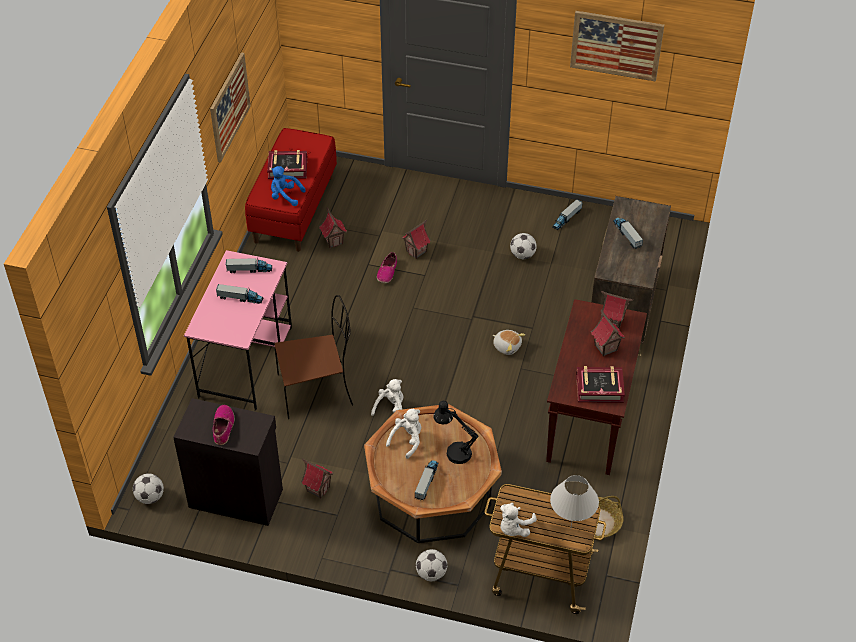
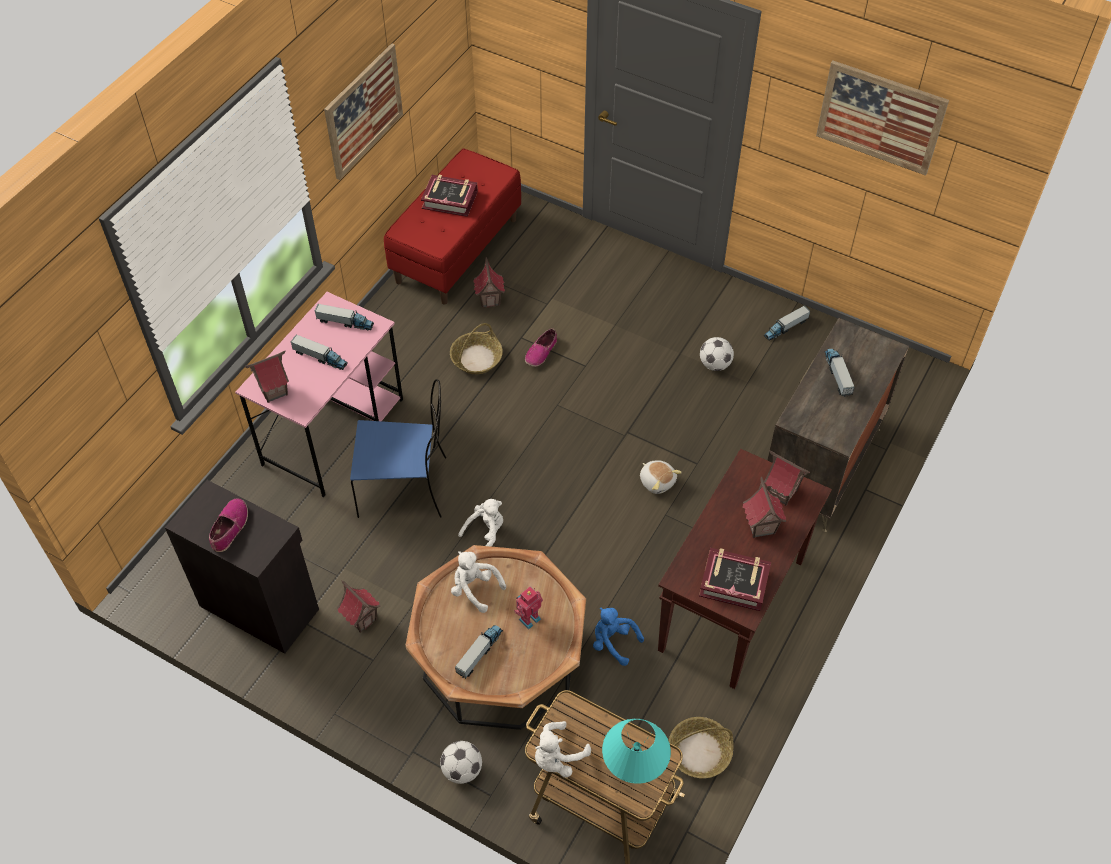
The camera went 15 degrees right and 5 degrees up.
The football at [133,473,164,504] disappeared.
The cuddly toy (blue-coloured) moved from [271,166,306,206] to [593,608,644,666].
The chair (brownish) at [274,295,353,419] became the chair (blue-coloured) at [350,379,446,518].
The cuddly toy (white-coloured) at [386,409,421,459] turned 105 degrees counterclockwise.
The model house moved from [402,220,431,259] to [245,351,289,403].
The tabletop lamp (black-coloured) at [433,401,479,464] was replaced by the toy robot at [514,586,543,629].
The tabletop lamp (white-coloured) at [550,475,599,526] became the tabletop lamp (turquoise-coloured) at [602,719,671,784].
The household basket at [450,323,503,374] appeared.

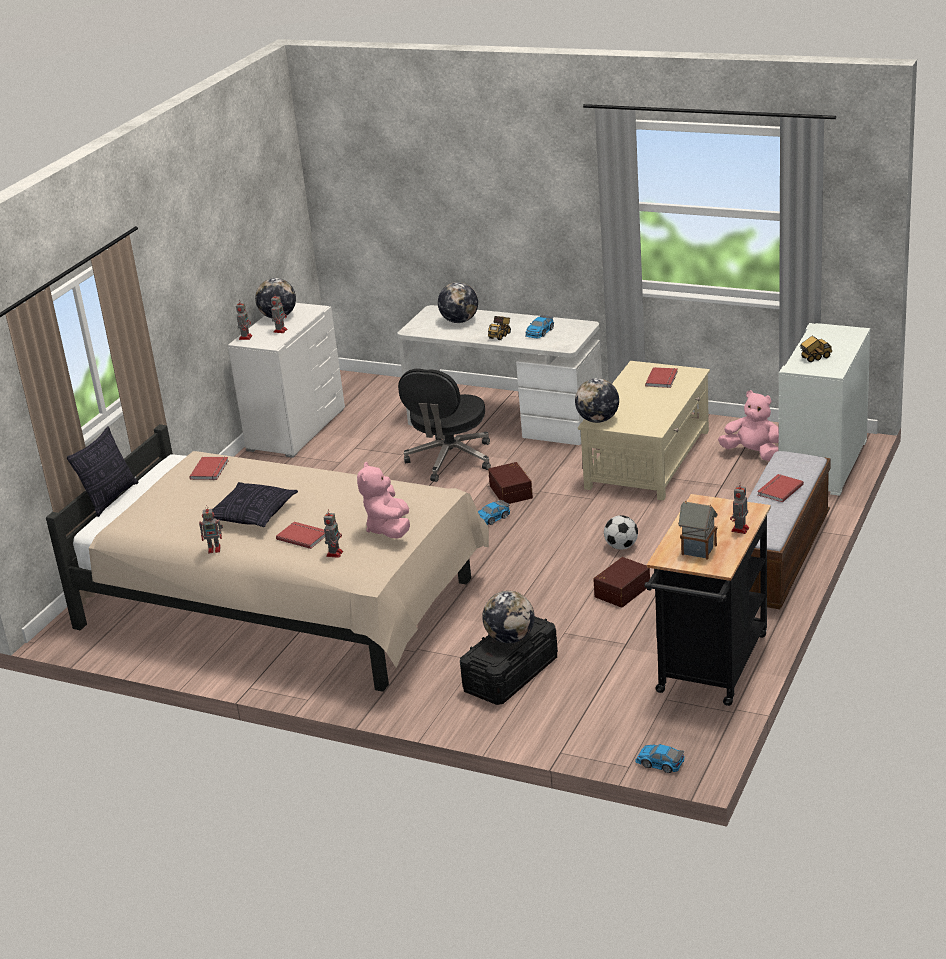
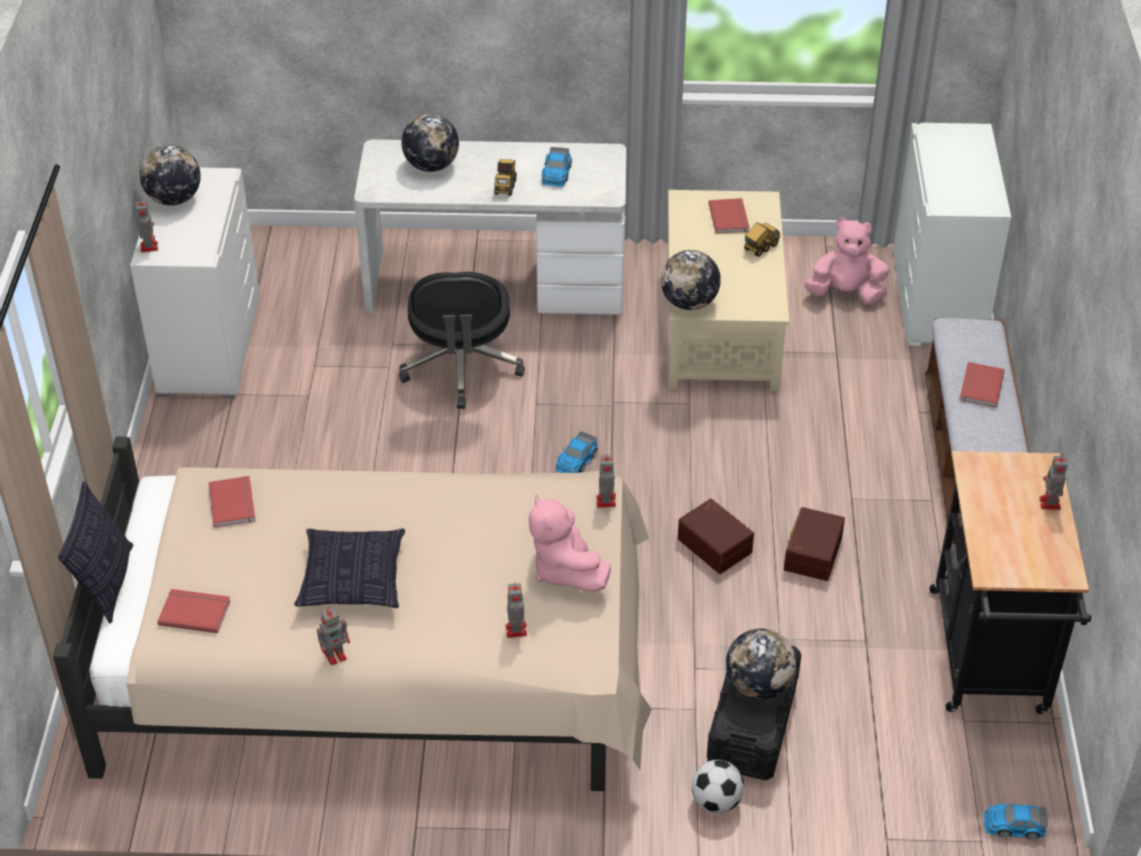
The camera went 25 degrees left and 15 degrees up.
The toy robot moved from [271,293,288,333] to [596,455,616,507].
The book (red) moved from [276,522,325,549] to [158,589,230,633].
The storage container (brownish) moved from [488,462,533,504] to [678,498,754,574].
The football moved from [604,515,638,550] to [692,760,744,813].
The model house at [678,500,718,560] disappeared.
The toy truck moved from [800,336,832,362] to [744,222,780,257].

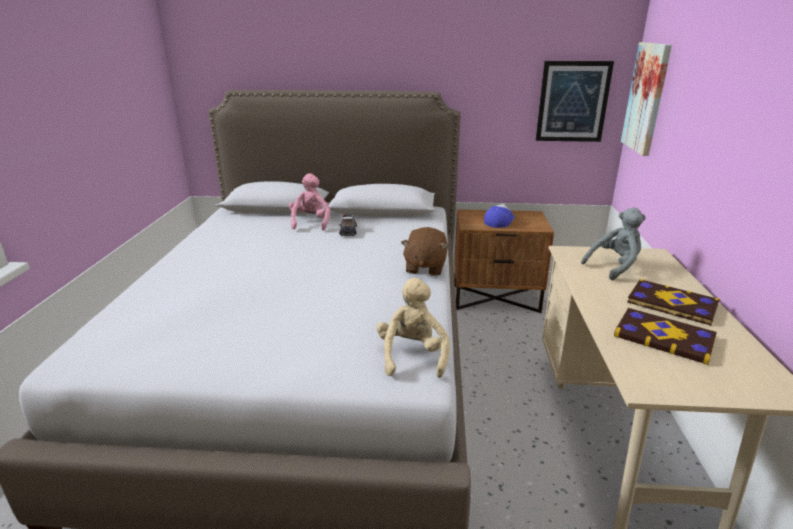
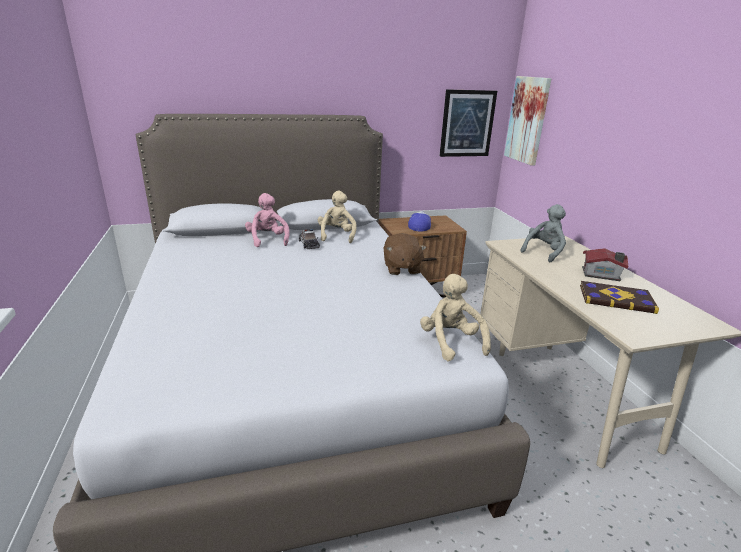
The camera went 20 degrees left and 0 degrees up.
The book at [627,279,720,326] was replaced by the model house at [582,248,628,281].
The cuddly toy (beige) at [318,191,357,243] appeared.

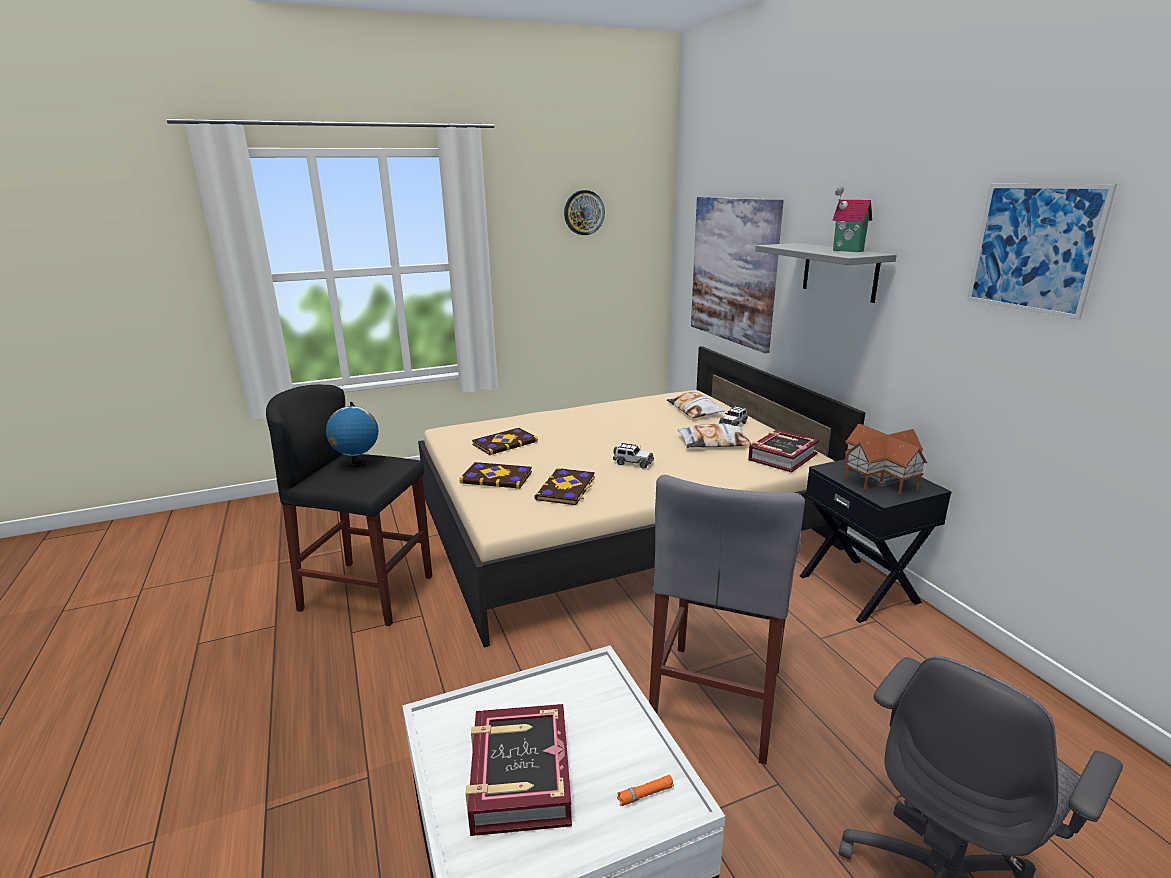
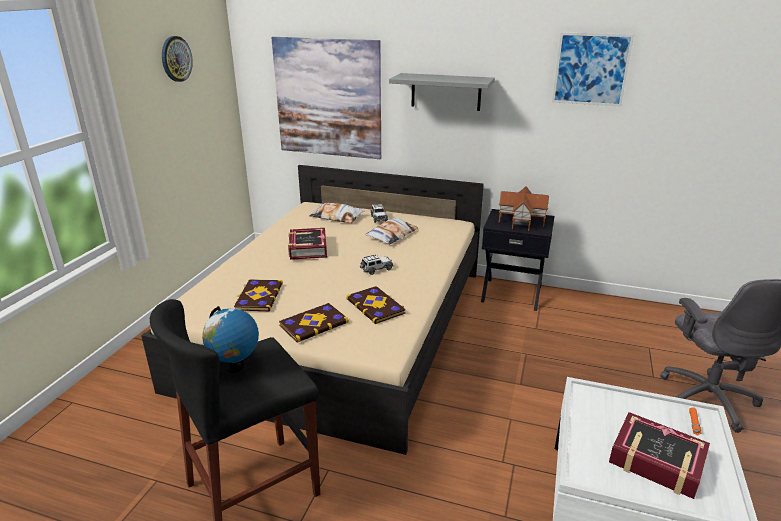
The camera went 50 degrees left and 5 degrees up.
The stool seat (grey) at [649,475,805,765] disappeared.
The book moved from [748,430,819,472] to [288,228,327,260].
The model house at [832,186,872,252] disappeared.

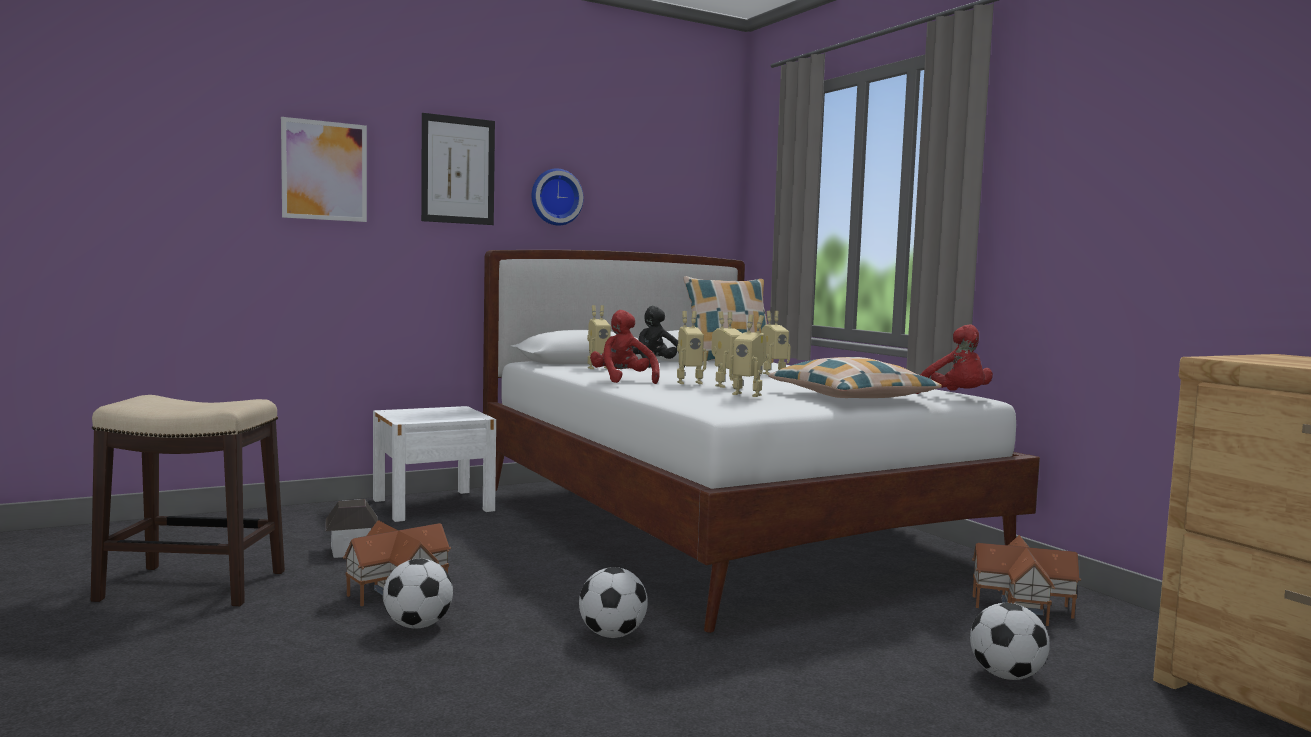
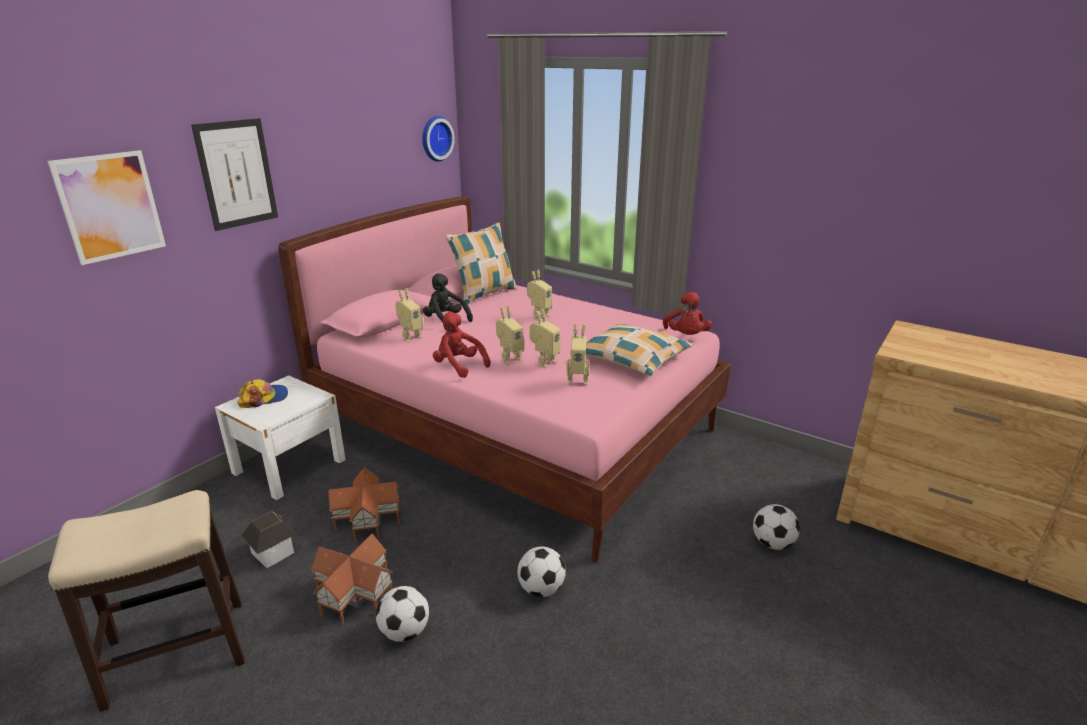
The camera went 25 degrees left and 20 degrees up.
The bedroom bed (white-coloured) at [483,250,1040,633] became the bedroom bed (pink-coloured) at [278,196,731,563].
The wall clock moved from [532,168,584,226] to [422,116,455,162].
The cuddly toy (red) at [916,324,993,394] turned 45 degrees clockwise.
The model house moved from [972,535,1081,626] to [328,467,400,542].
The baseball cap at [237,379,288,408] appeared.

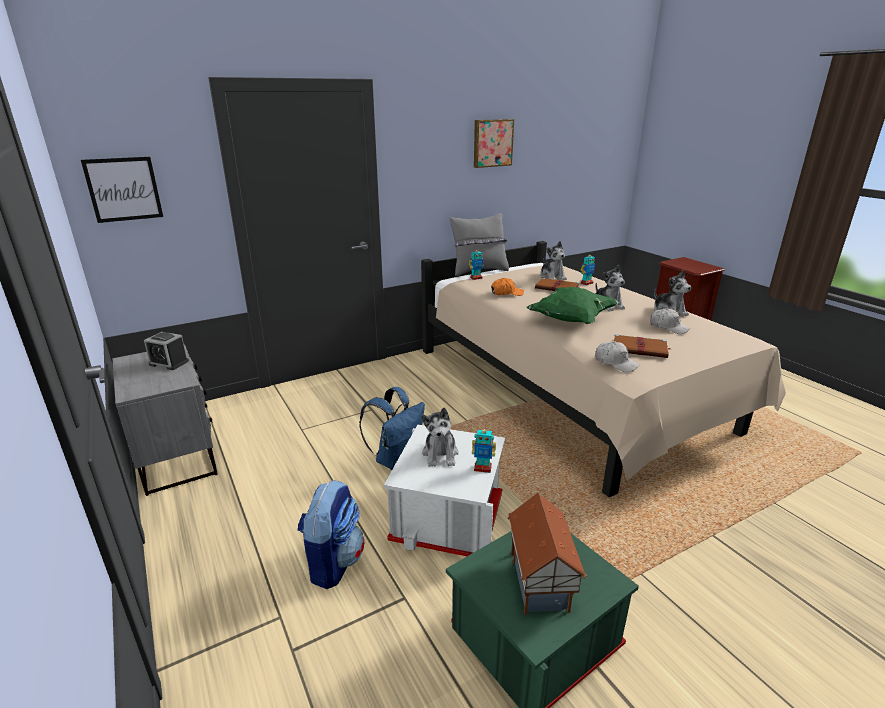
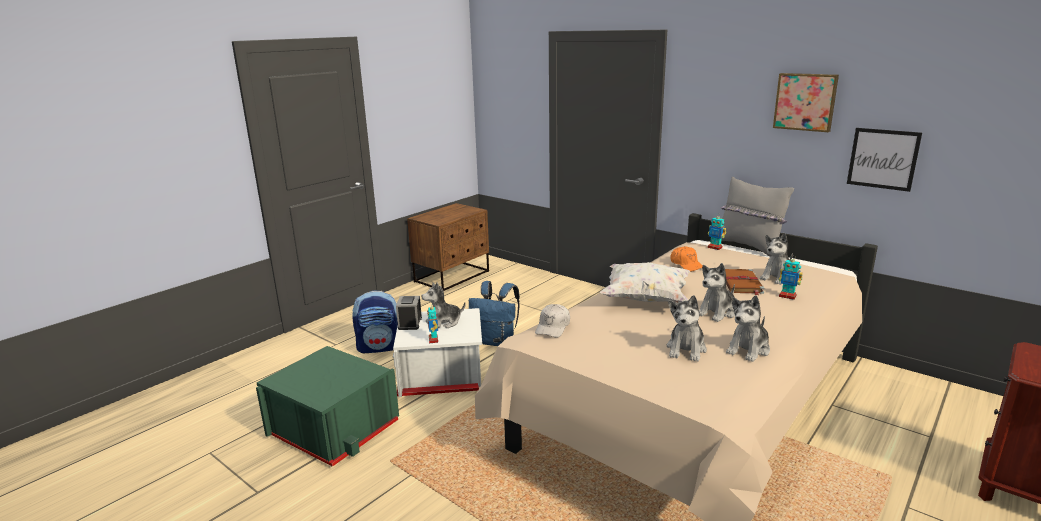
The camera went 70 degrees right and 5 degrees down.
The picture moved from [81,157,163,223] to [847,128,922,192].
The nightstand (grey) at [112,344,218,496] became the nightstand (brownish) at [407,203,489,291].
The bedside clock moved from [144,332,189,370] to [396,296,422,330].
The model house at [507,493,587,615] disappeared.
The throw pillow (greenish) at [526,287,619,324] became the throw pillow (white-coloured) at [600,262,690,303].
The book (brownish) at [614,334,671,358] disappeared.
The baseball cap (white-coloured) at [650,308,690,334] was replaced by the cuddly toy at [666,295,707,361].

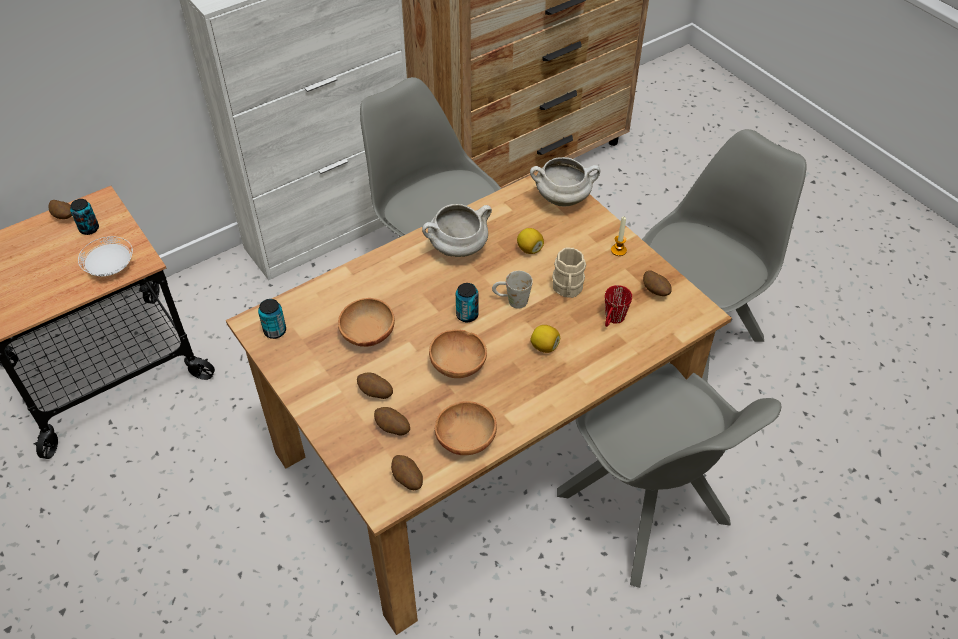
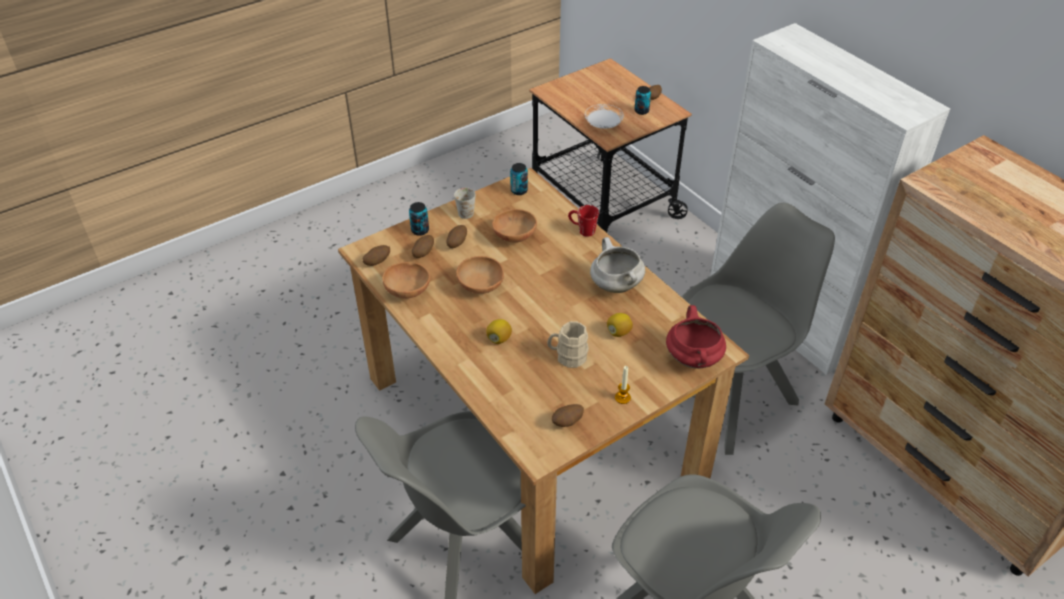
The camera went 90 degrees right and 5 degrees down.
The sealed can moved from [456,283,479,322] to [409,202,429,236].
The coffee mug (white-coloured) moved from [492,271,533,309] to [454,188,476,219].
The saucepot (white-coloured) at [530,157,600,206] became the saucepot (red) at [666,305,726,369].
The coffee mug (red) moved from [605,285,632,327] to [568,205,599,237].

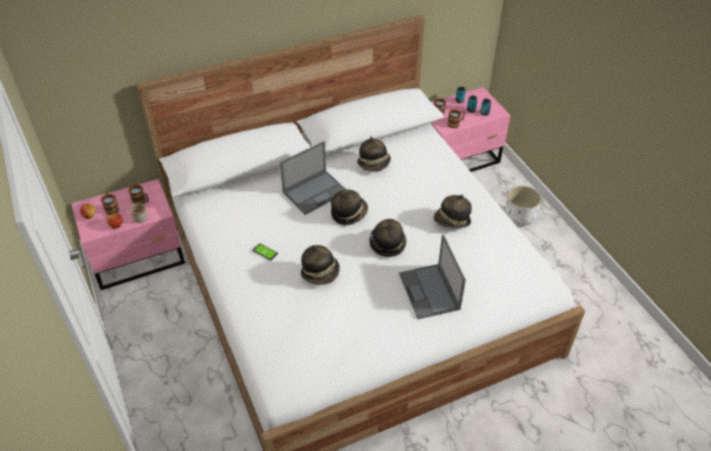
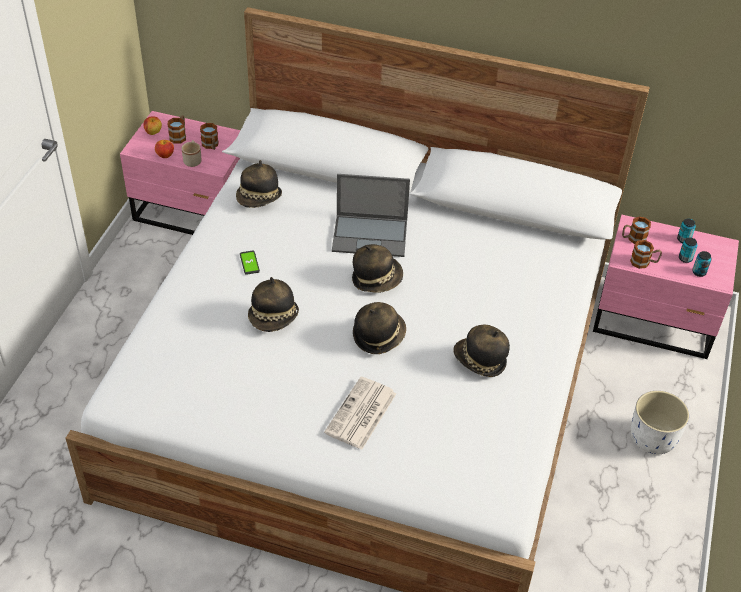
The camera went 40 degrees right and 0 degrees up.
The wearable hat moved from [357,137,391,172] to [236,160,282,208].
The portable computer at [399,234,466,319] was replaced by the daily paper at [324,377,396,450].

